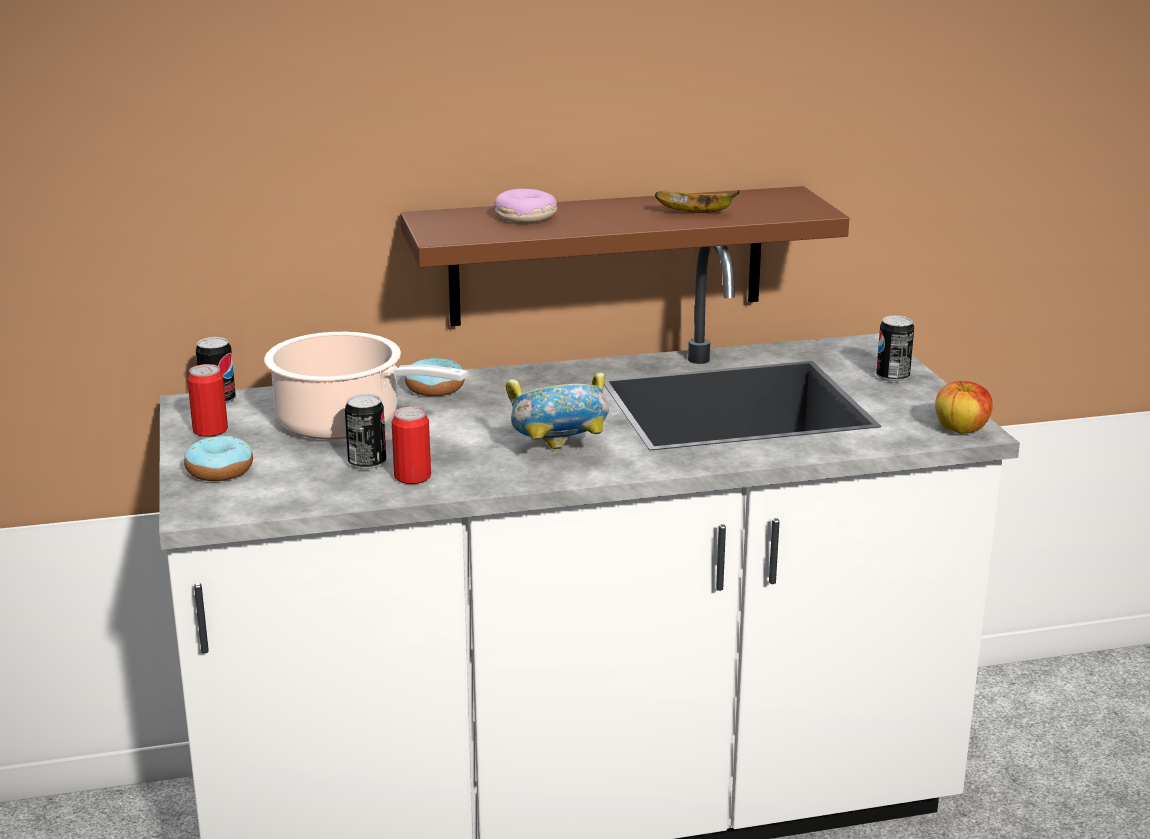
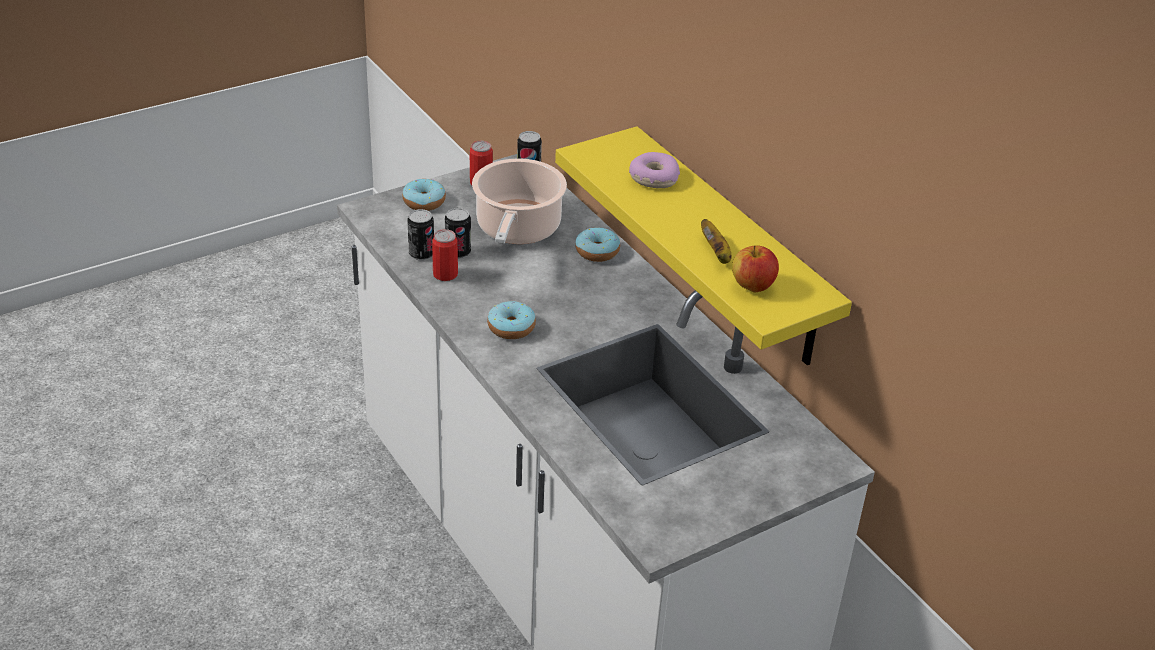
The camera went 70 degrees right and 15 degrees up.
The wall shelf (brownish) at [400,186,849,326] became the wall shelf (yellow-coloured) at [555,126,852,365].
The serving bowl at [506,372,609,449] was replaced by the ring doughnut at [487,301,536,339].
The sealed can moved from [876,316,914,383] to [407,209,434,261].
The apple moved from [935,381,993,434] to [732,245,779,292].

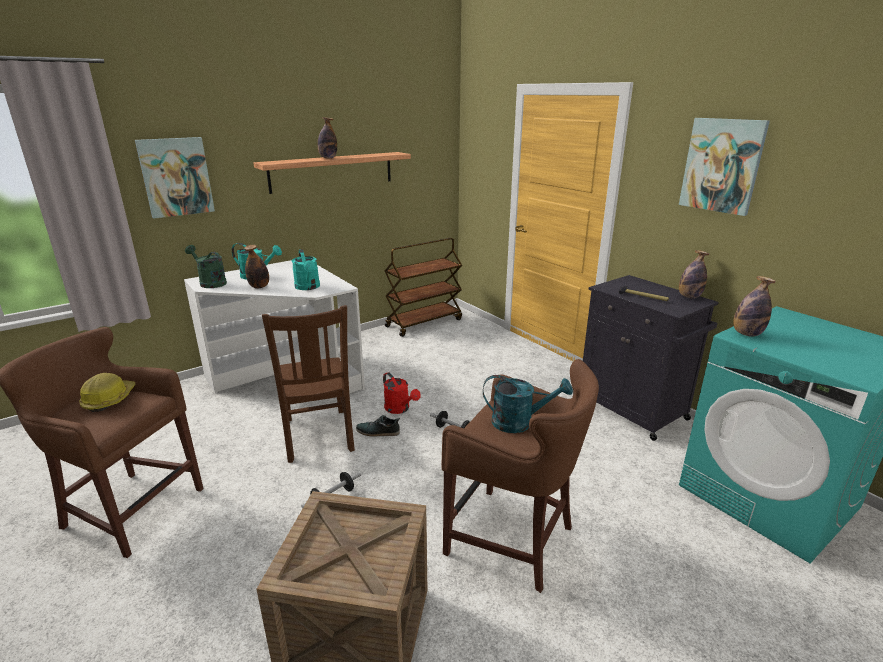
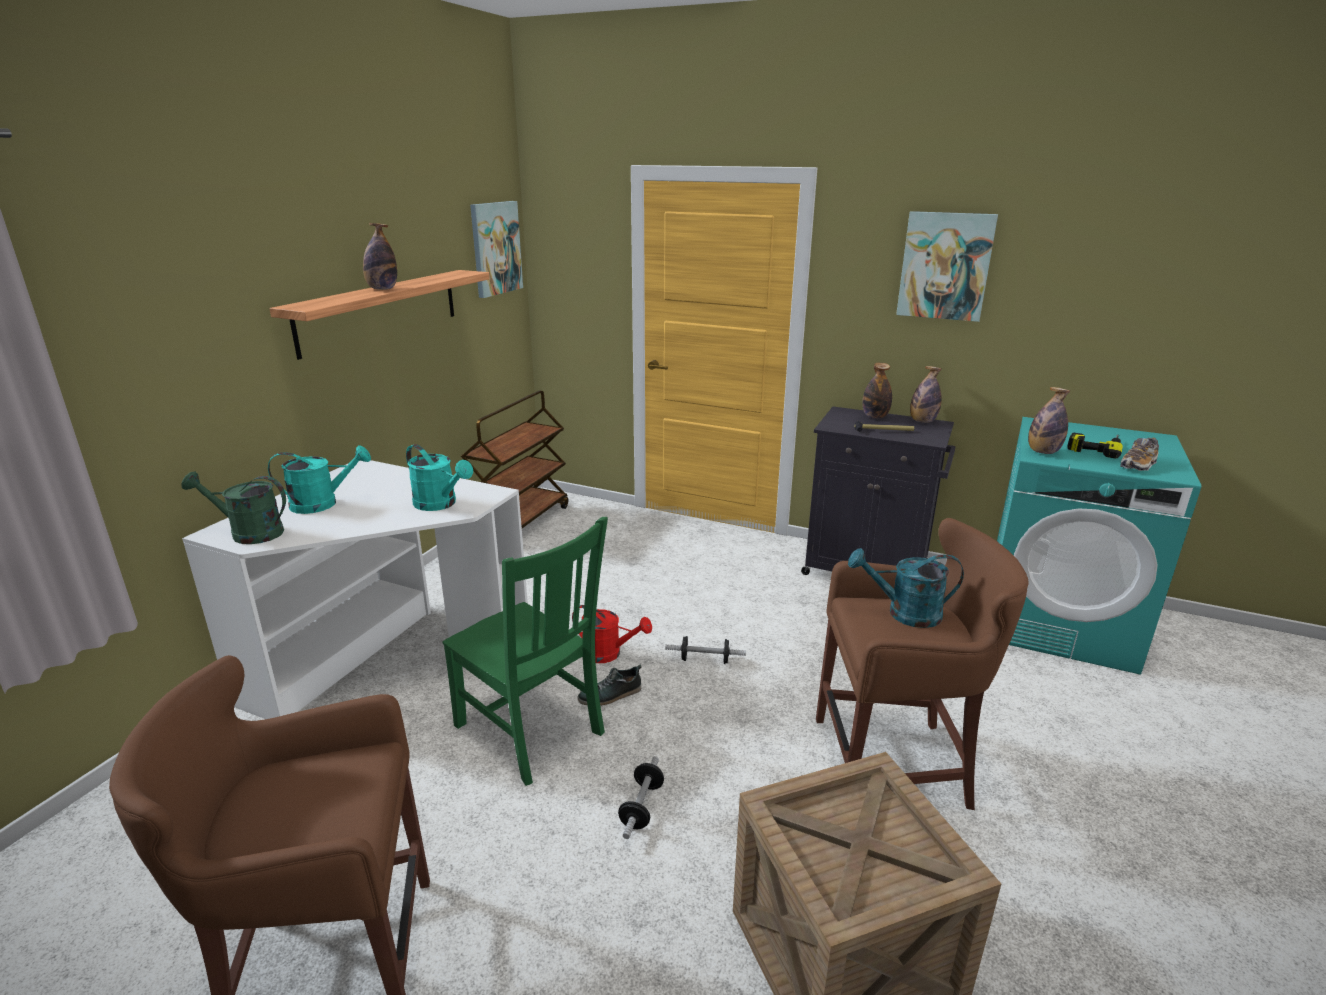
The camera went 30 degrees left and 0 degrees up.
The safety helmet at [79,373,136,412] disappeared.
The picture moved from [135,137,215,219] to [470,201,523,298].
The drink bottle moved from [244,245,269,289] to [863,363,892,419].
The chair (brownish) at [262,305,355,463] became the chair (greenish) at [442,517,608,786].
The watering can (turquoise-coloured) at [483,375,573,433] turned 150 degrees counterclockwise.
The power drill at [1067,433,1123,459] appeared.
The shoe at [1120,438,1159,471] appeared.

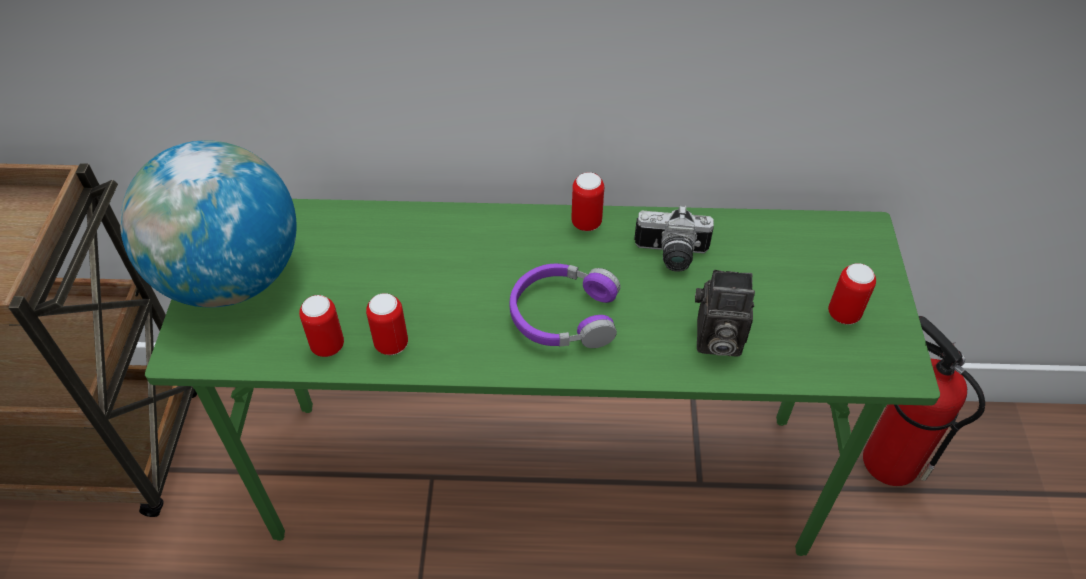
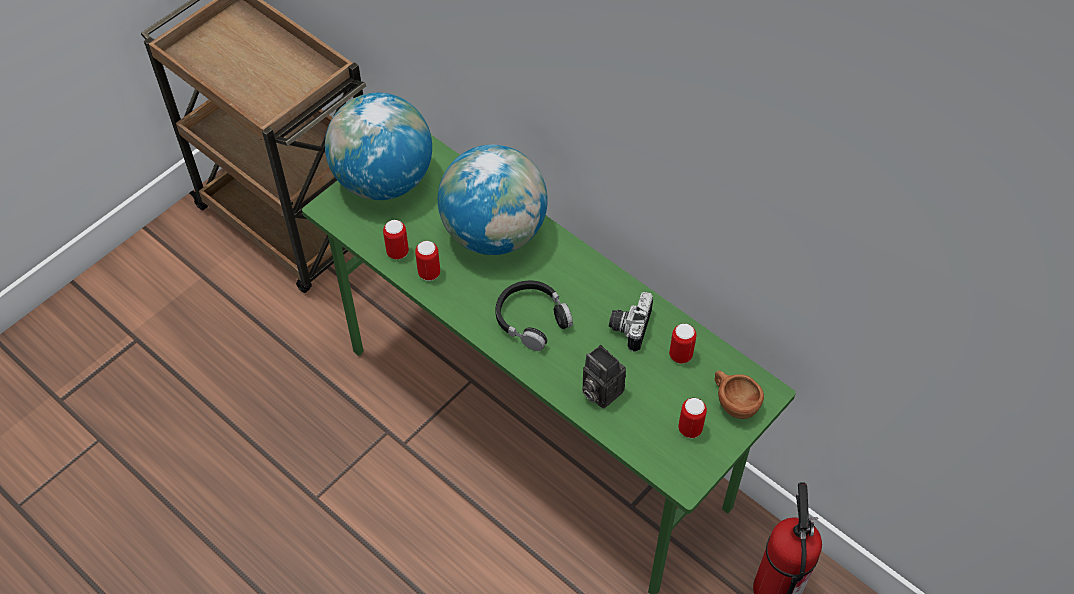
The camera went 40 degrees right and 5 degrees up.
The pair of headphones (purplish) at [509,264,621,348] became the pair of headphones (black-coloured) at [495,281,573,351].
The sealed can moved from [571,172,604,231] to [669,324,697,364].
The photo camera at [634,205,714,272] turned 60 degrees clockwise.
The world globe at [438,145,548,255] appeared.
The drinking cup (brownish) at [715,371,764,419] appeared.

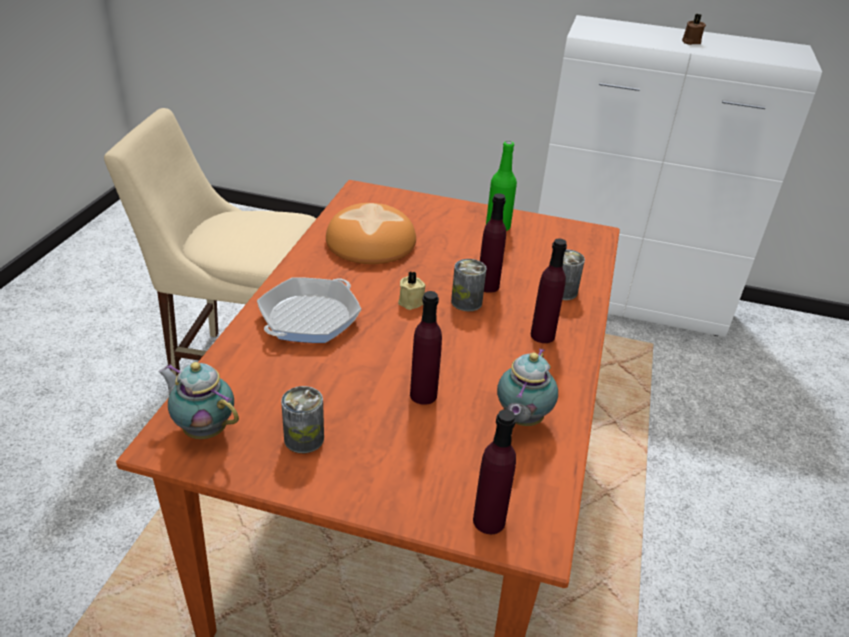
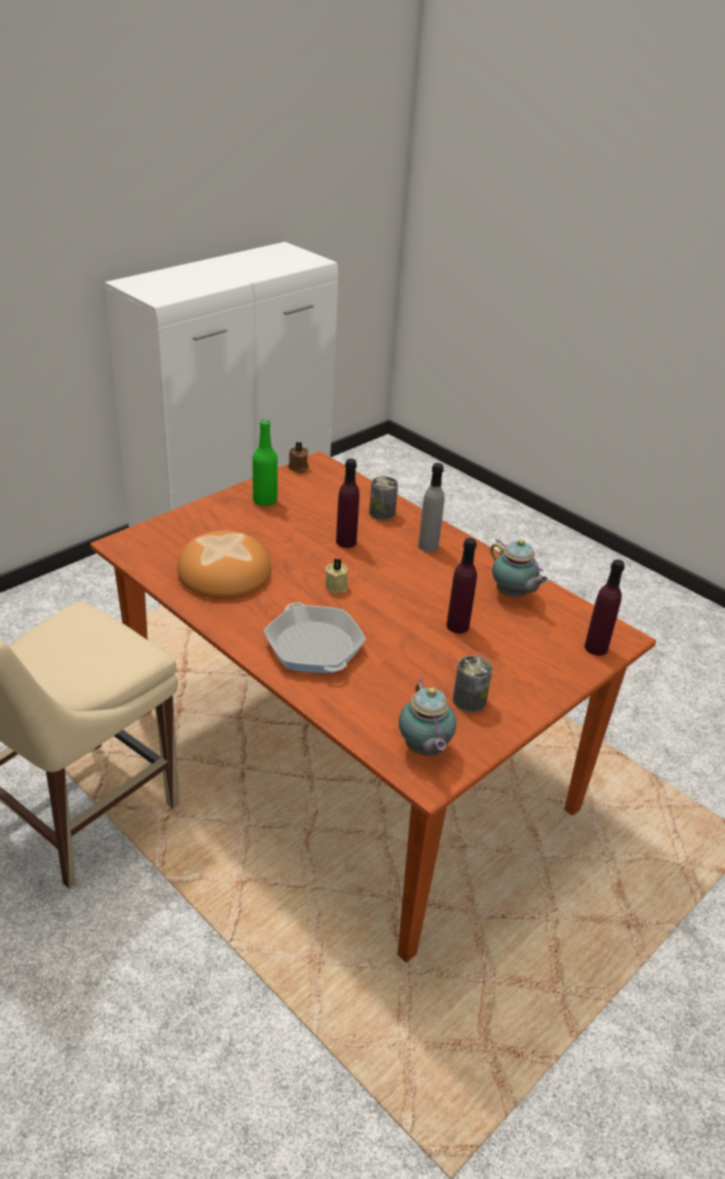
The camera went 60 degrees left and 0 degrees up.
The tea pot at [159,362,239,439] turned 75 degrees counterclockwise.
The sealed can at [451,259,487,311] disappeared.
The drink bottle (purplish) at [531,238,567,343] became the drink bottle (grey) at [418,463,444,552].
The candle (brownish) moved from [682,14,706,45] to [288,442,309,473].

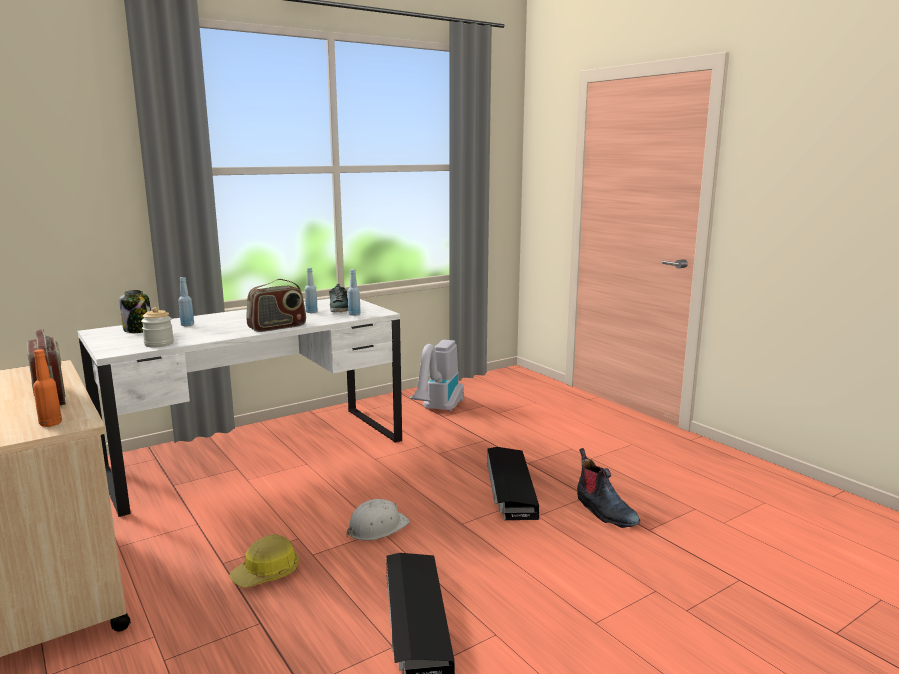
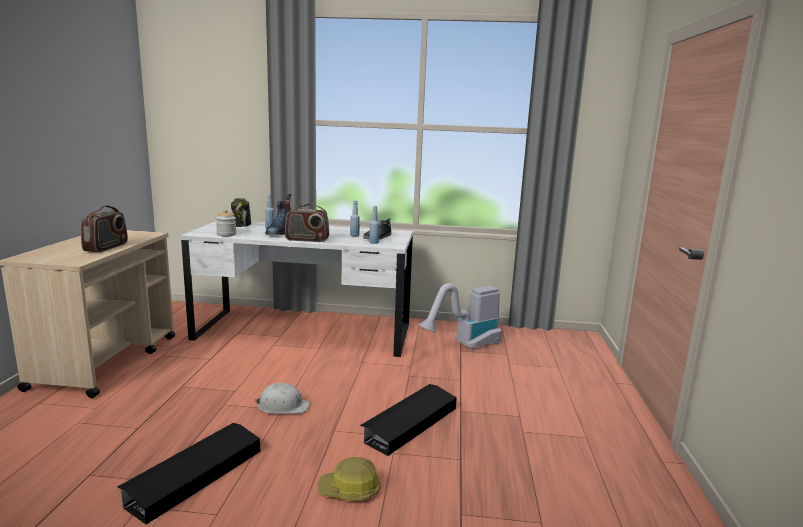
The camera went 40 degrees right and 0 degrees up.
The drink bottle (orange) at [33,349,62,427] disappeared.
The safety helmet moved from [229,534,299,588] to [318,457,381,501].
The high-top boot moved from [577,448,640,528] to [265,194,291,235].

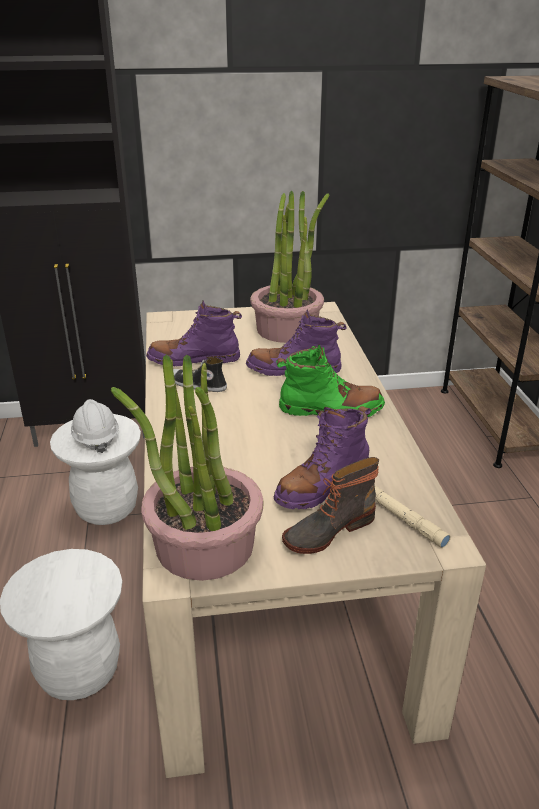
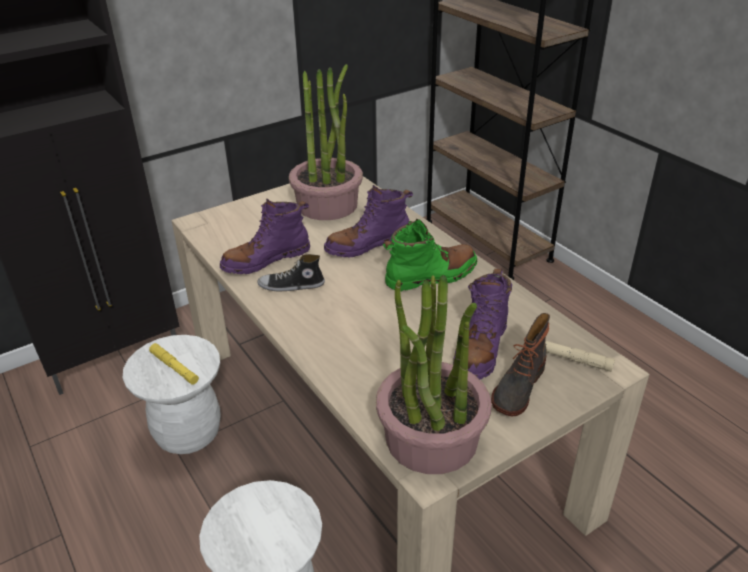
The camera went 25 degrees left and 5 degrees up.
The safety helmet (white-coloured) at [71,399,119,453] was replaced by the flashlight (yellow-coloured) at [149,343,199,385].

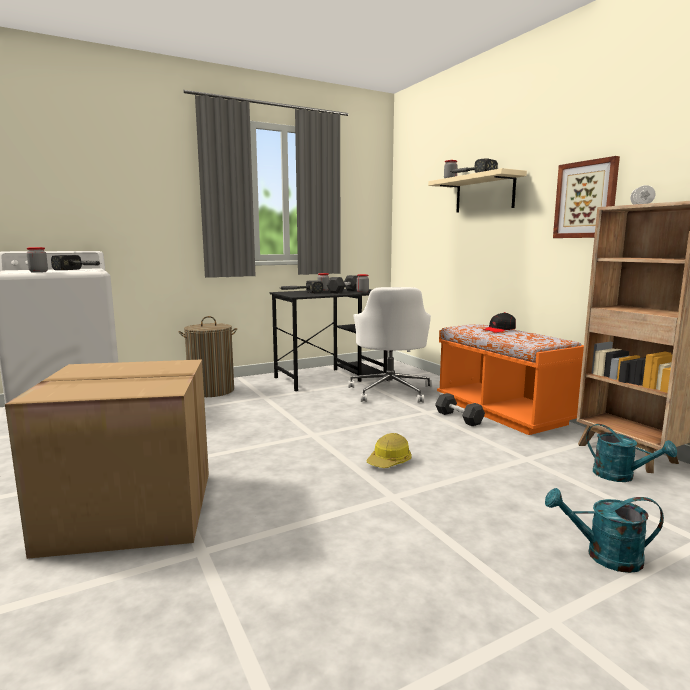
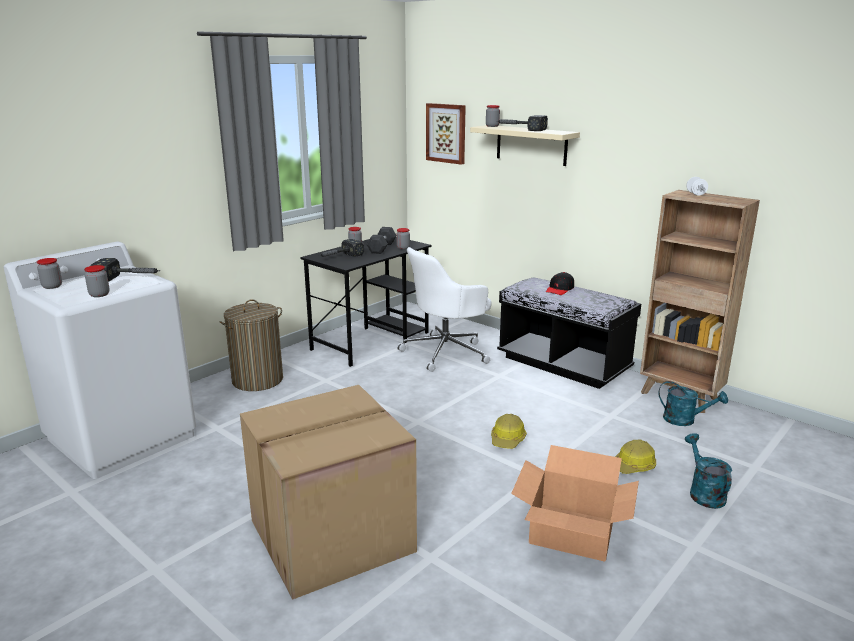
The camera went 20 degrees left and 10 degrees up.
The desk chair (white-coloured) at [348,287,432,403] turned 75 degrees clockwise.
The hand weight (grey) at [435,393,485,426] disappeared.
The indoor bench (orange) at [437,324,584,435] became the indoor bench (black-coloured) at [497,277,641,389].
The watering can (turquoise-coloured) at [545,488,664,573] turned 90 degrees clockwise.
The picture moved from [553,156,620,238] to [426,103,466,165].
The jar at [37,258,62,289] appeared.
The packing box at [511,445,639,562] appeared.
The safety helmet at [615,439,656,474] appeared.

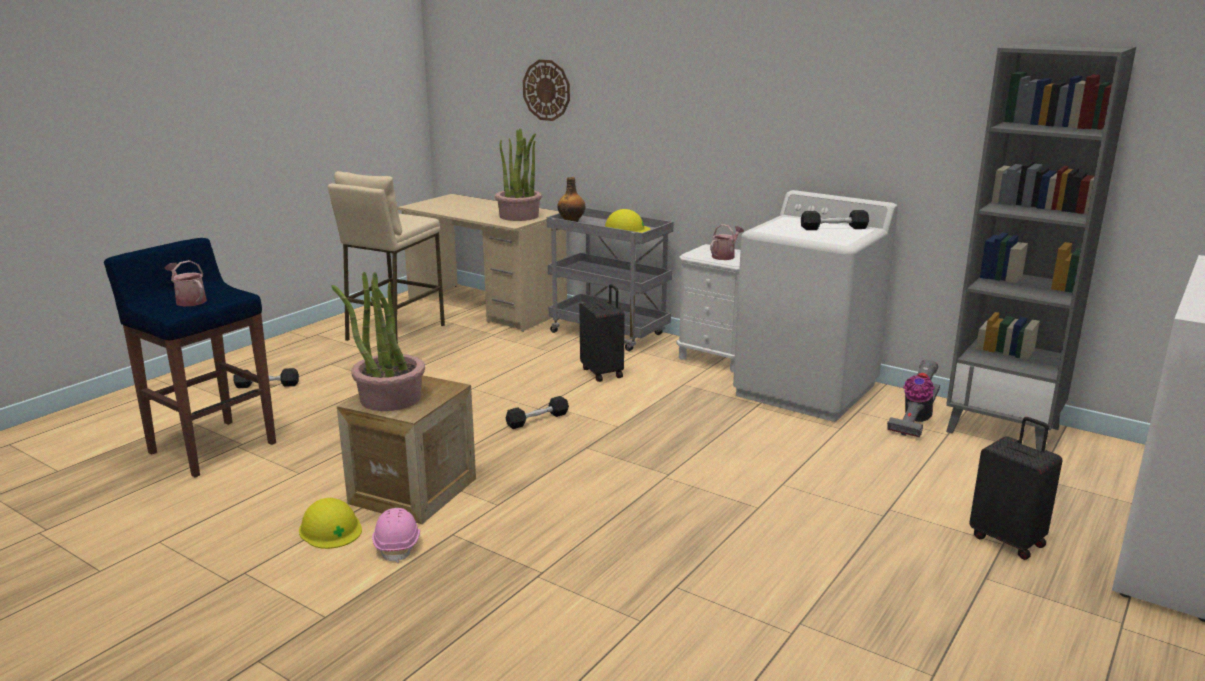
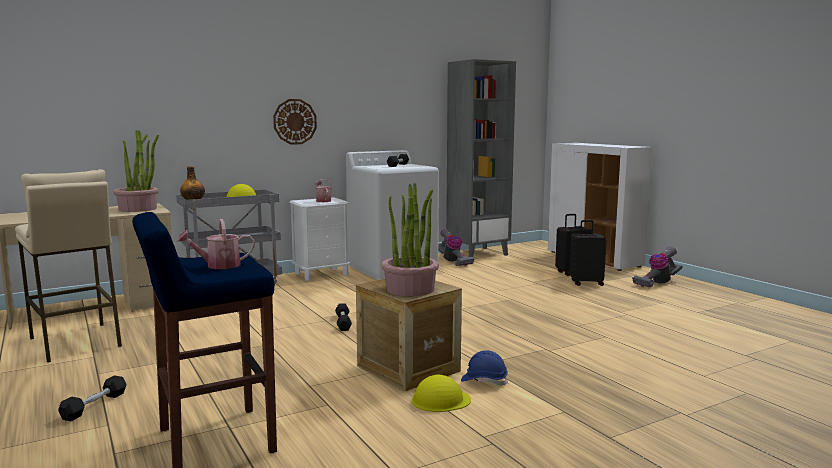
The camera went 65 degrees left and 10 degrees down.
The safety helmet (pink-coloured) at [372,508,420,563] became the safety helmet (blue-coloured) at [461,350,508,386].
The wall clock moved from [523,60,570,121] to [273,99,317,145].
The piece of luggage (black-coloured) moved from [579,284,625,382] to [569,220,607,286].
The vacuum at [632,246,683,288] appeared.

